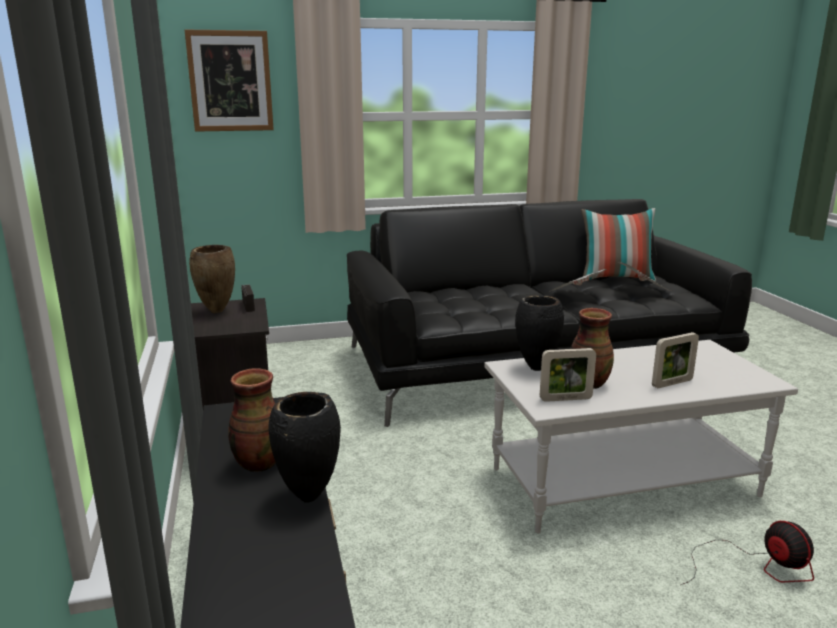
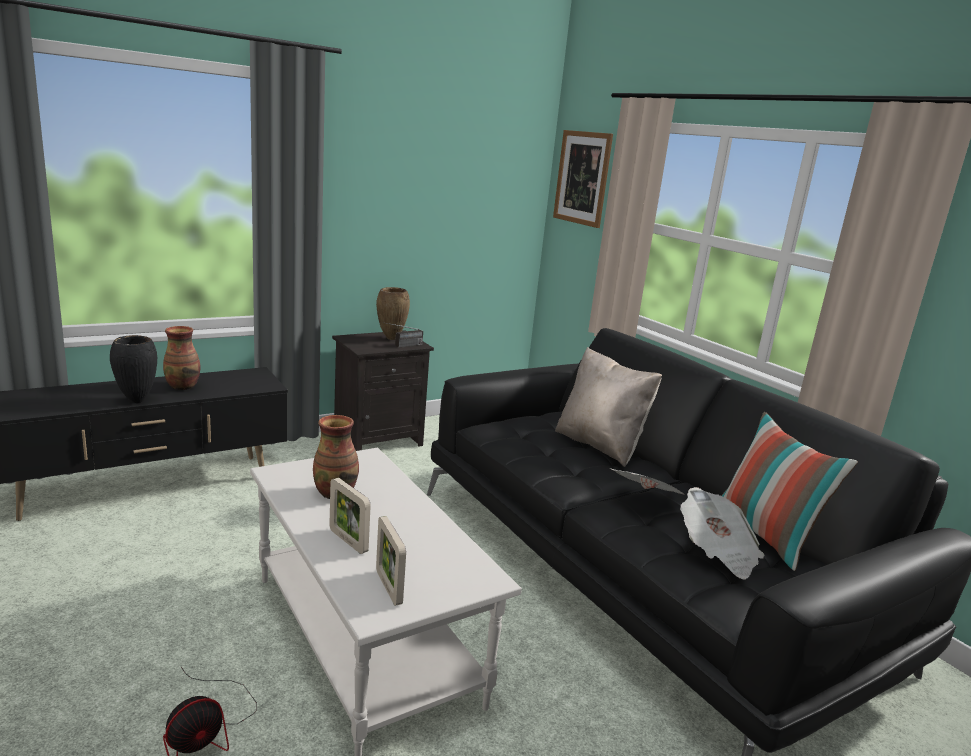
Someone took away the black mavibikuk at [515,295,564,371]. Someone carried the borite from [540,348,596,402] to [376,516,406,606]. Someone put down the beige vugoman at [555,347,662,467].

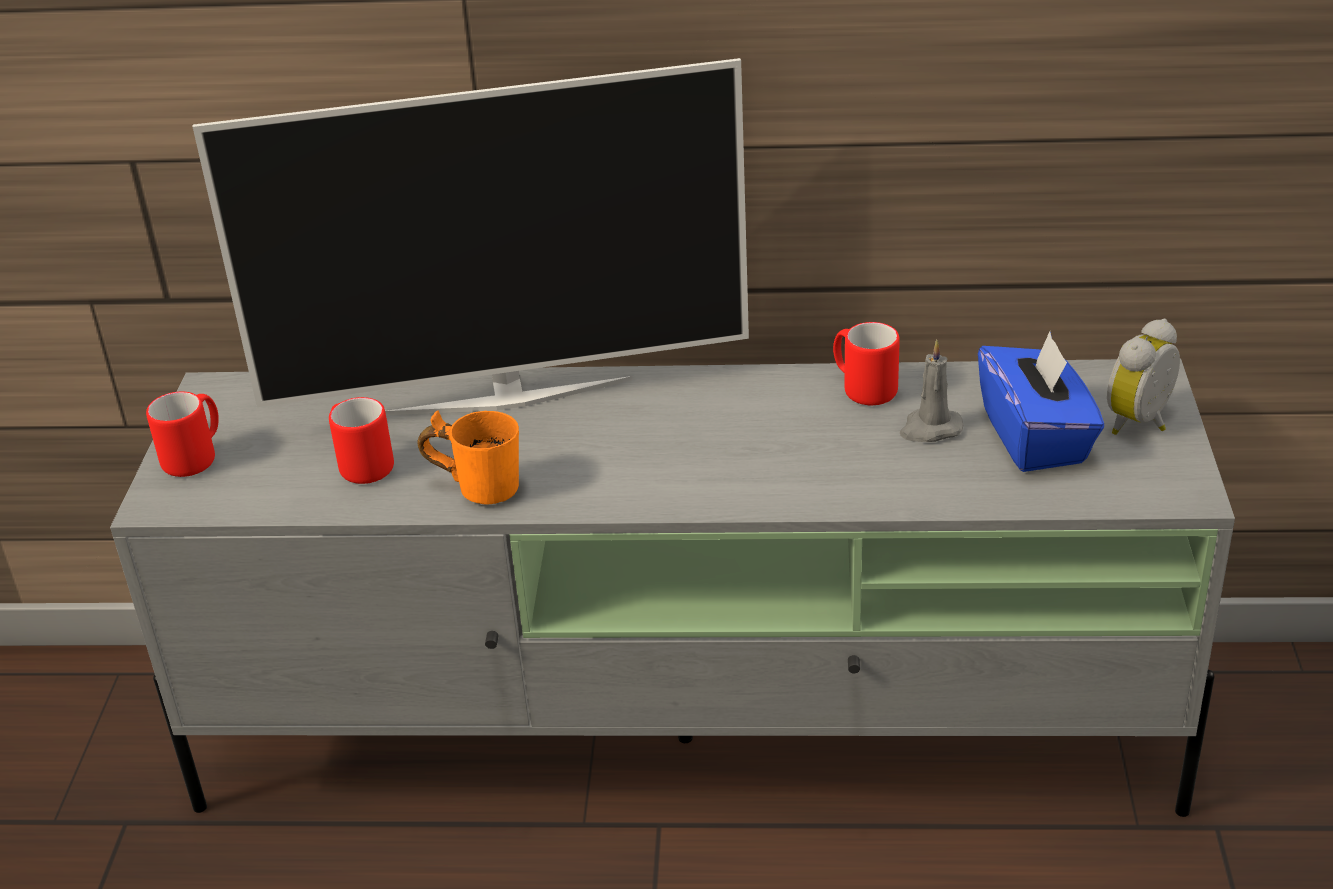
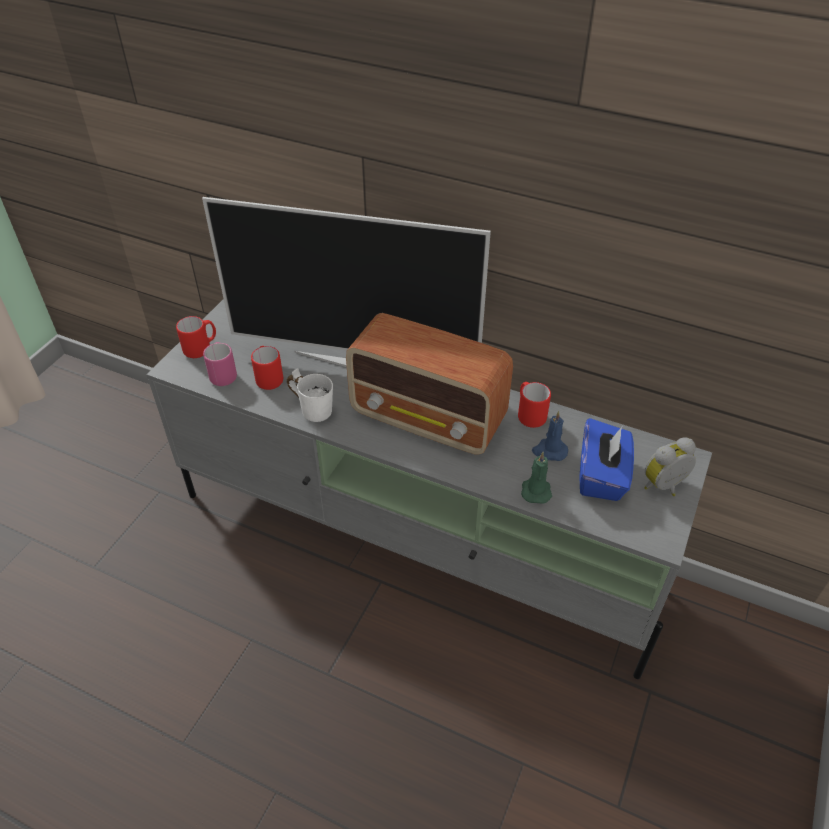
Someone repainted the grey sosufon at [900,340,963,442], which became the blue sosufon at [532,411,568,461]. Someone repainted the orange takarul at [417,410,519,504], which became the white takarul at [287,368,333,422]. Someone put down the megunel at [346,313,513,455]. Someone put down the pink takarul at [203,342,237,386]. Someone put down the green sosufon at [521,452,552,504].

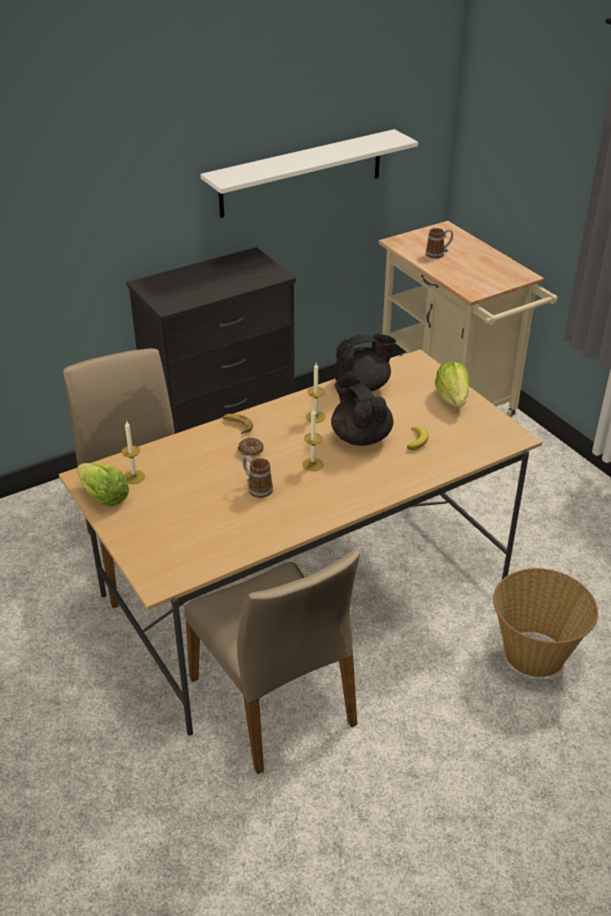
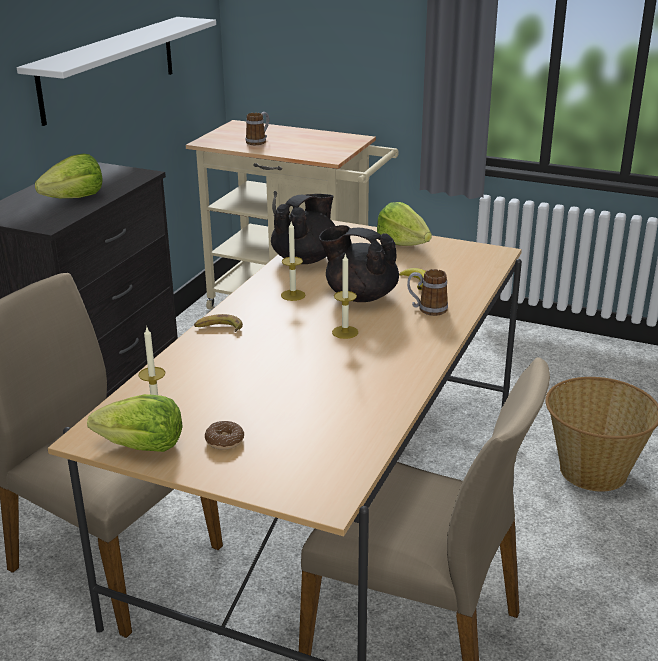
Someone carried the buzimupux from [238,437,264,457] to [205,421,244,450]. Someone carried the takarul from [242,456,273,498] to [407,269,448,316]. Someone put down the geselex at [35,154,103,198].

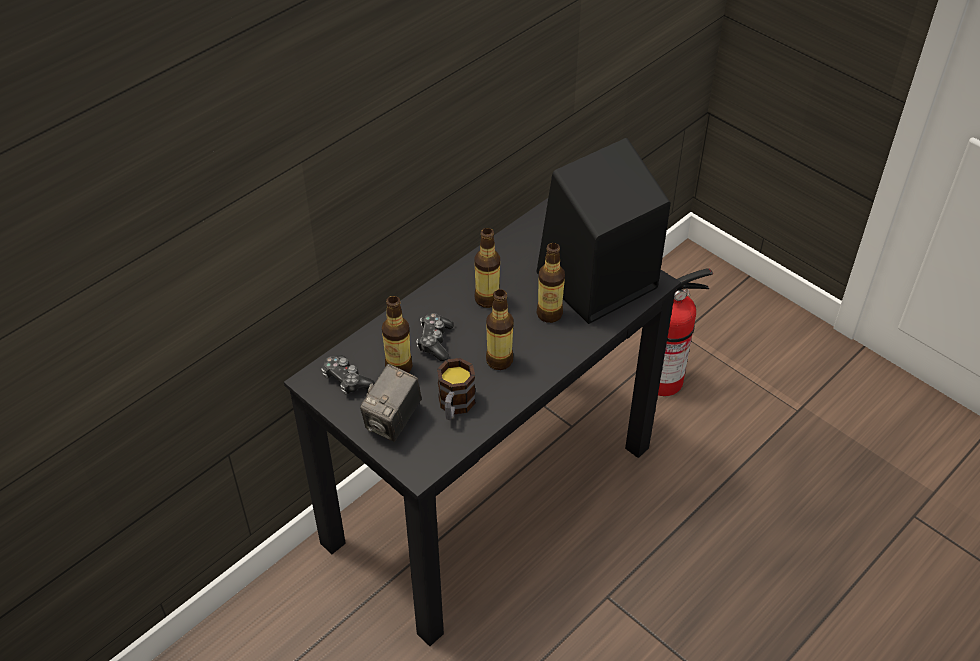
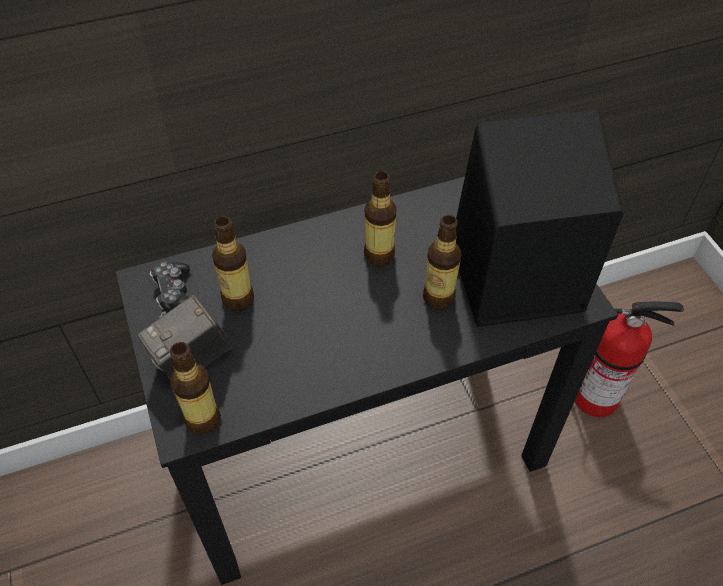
Someone carried the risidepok from [486,289,514,370] to [170,342,221,435]. Someone took away the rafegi at [416,313,454,361]. Someone took away the takarul at [437,358,476,420].

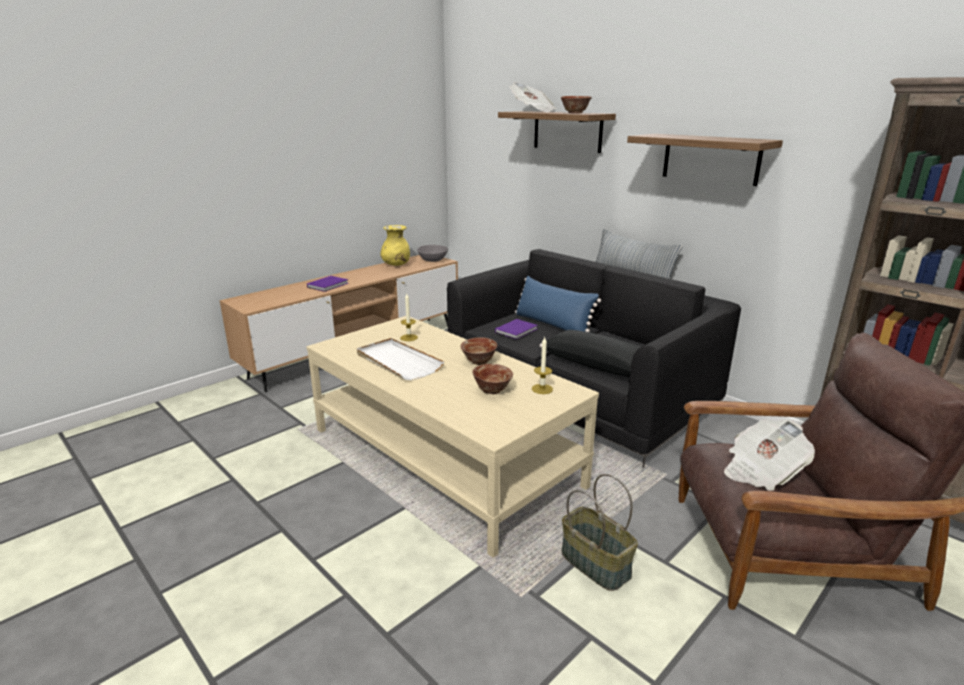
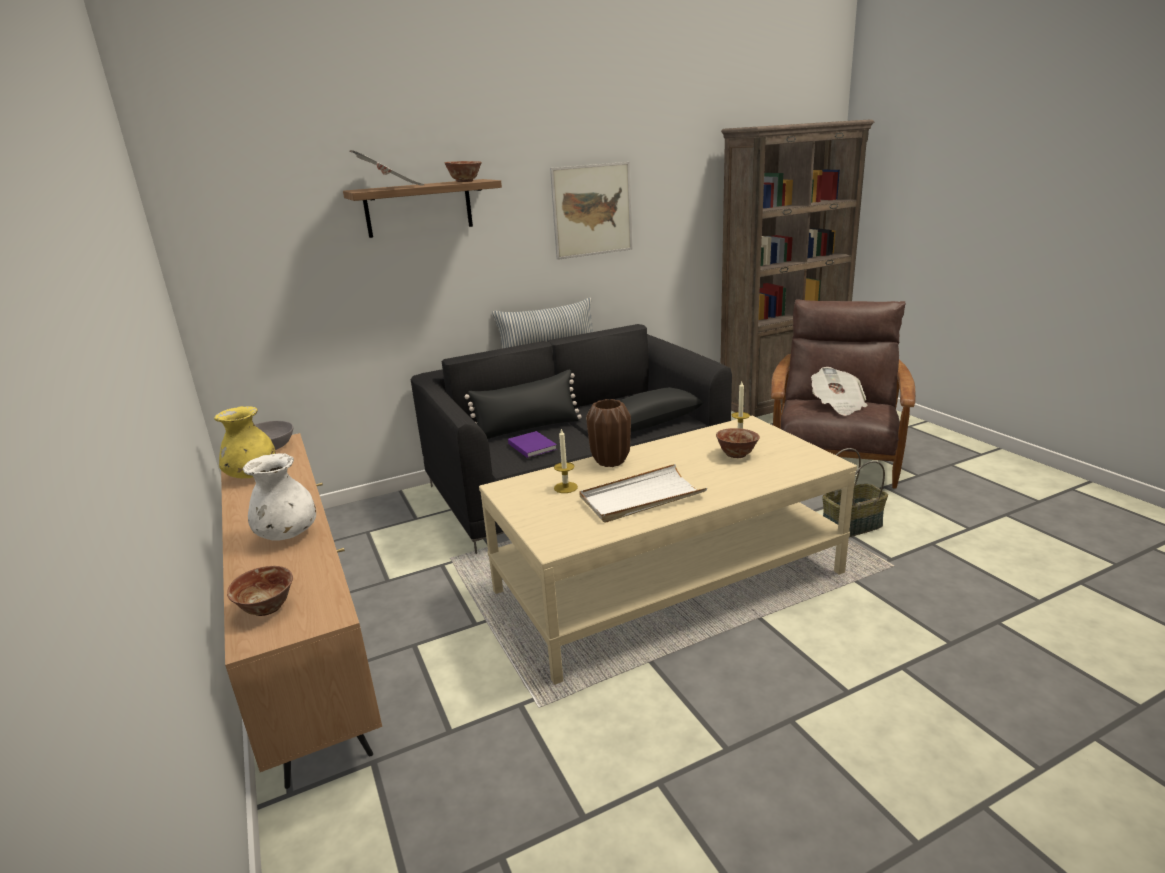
Someone swapped the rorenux at [627,134,783,186] for the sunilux at [550,162,632,260]. Someone swapped the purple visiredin at [307,276,348,292] for the white mavibikuk at [243,453,316,541]. Someone repainted the blue vugoman at [515,276,601,332], which became the black vugoman at [465,369,582,439]. Someone carried the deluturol from [461,337,497,365] to [227,566,293,616]. Someone put down the brown mavibikuk at [586,399,631,467].

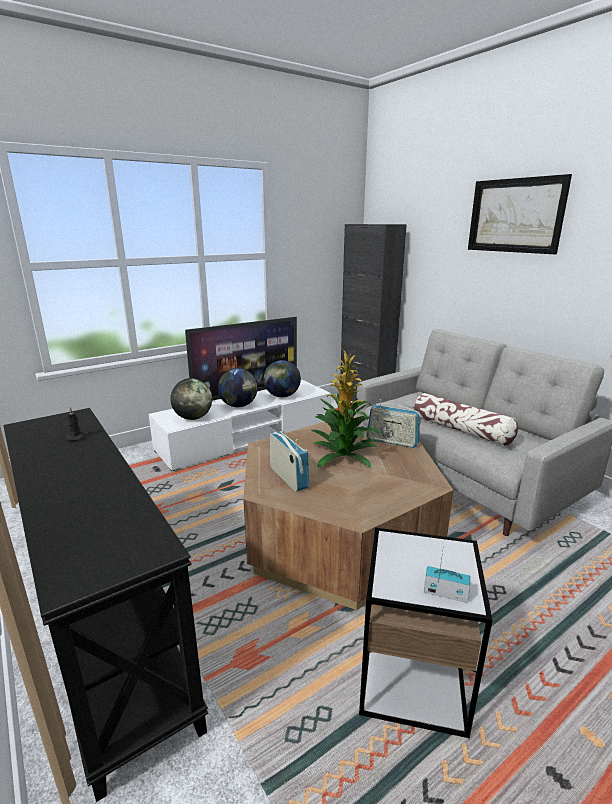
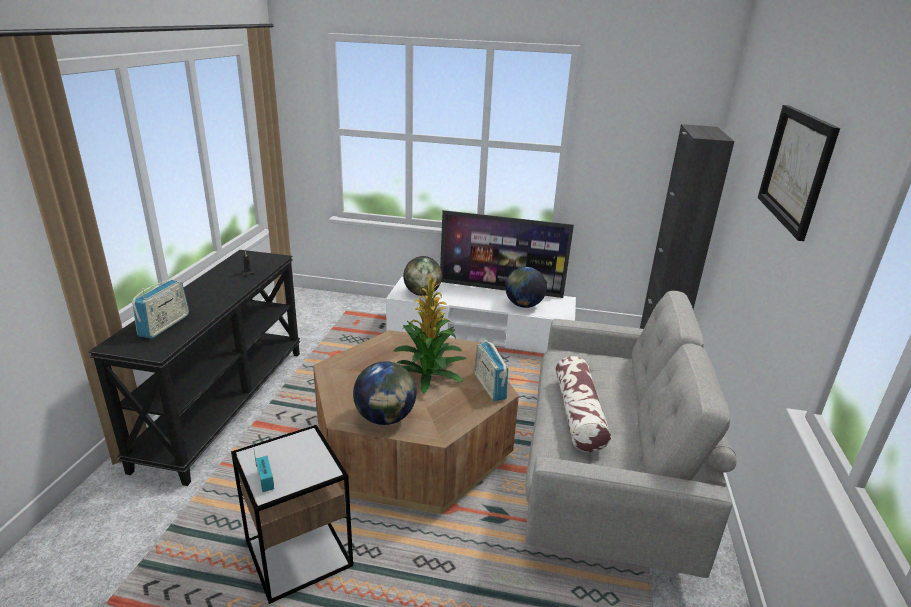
Someone carried the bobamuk from [218,368,258,407] to [353,361,416,425]. Someone carried the megunel from [270,431,309,492] to [132,280,189,339].

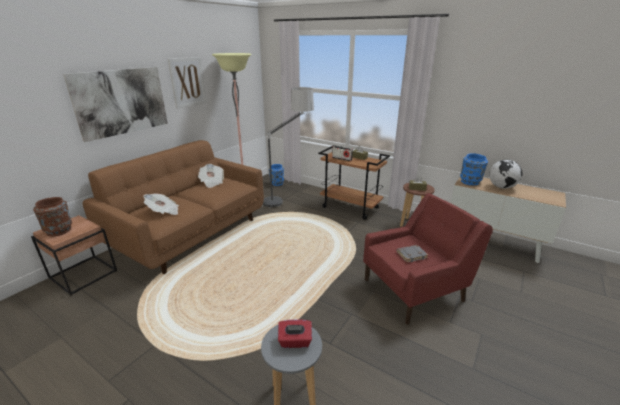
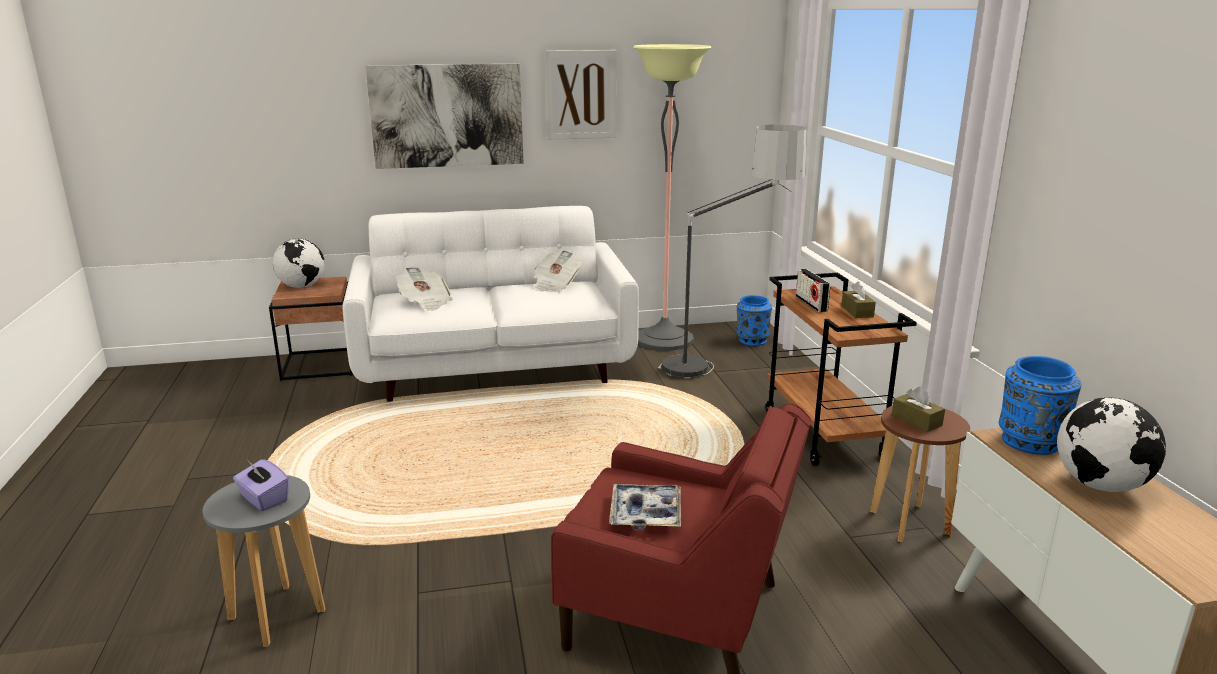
Someone repainted the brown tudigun at [83,140,264,274], which became the white tudigun at [342,206,639,402]. Someone swapped the brown mavibikuk at [33,197,72,236] for the bobamuk at [273,239,325,288]. Someone swapped the grey visiredin at [397,245,428,262] for the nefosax at [609,484,681,529]. Someone repainted the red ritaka at [278,319,312,348], which became the purple ritaka at [233,459,289,511].

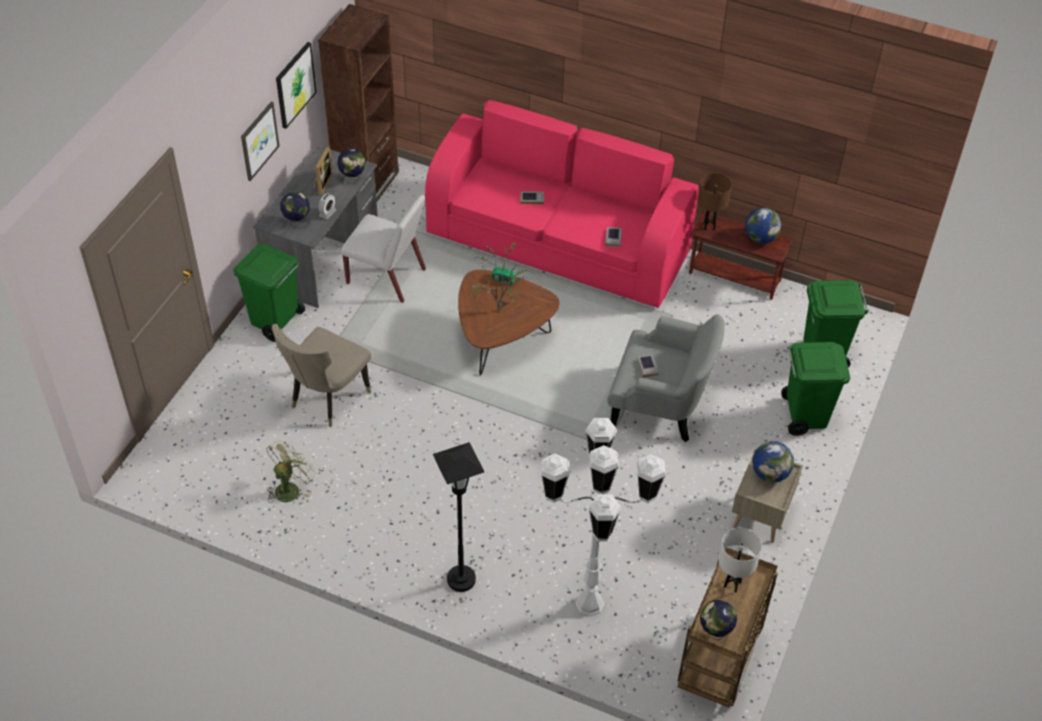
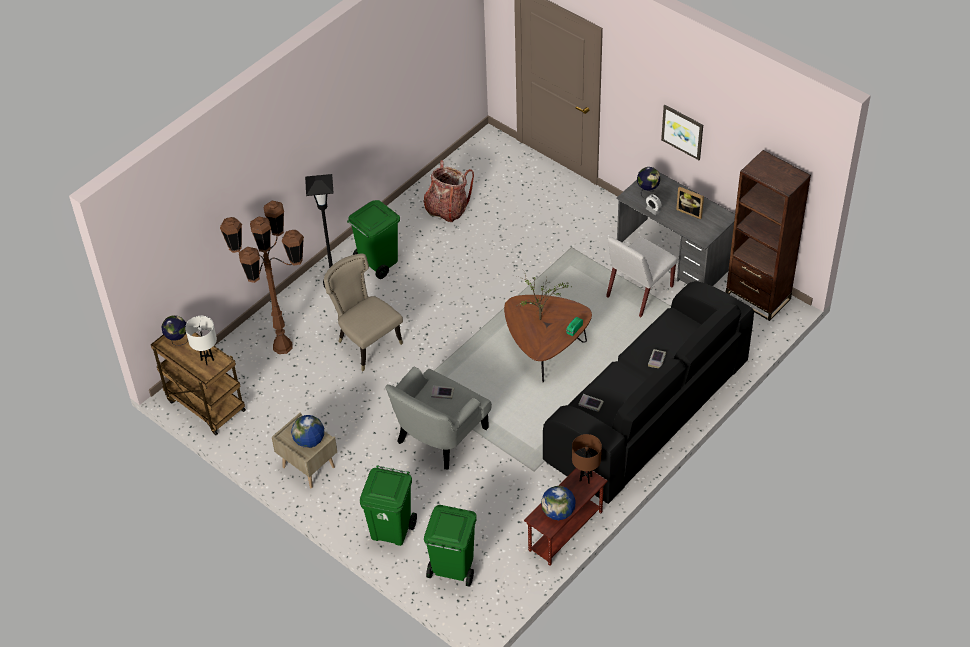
Someone took away the sunilux at [276,42,317,129]. Someone repainted the pink tudigun at [425,100,699,307], which became the black tudigun at [543,281,754,504]. Someone took away the bobamuk at [337,149,366,185]. Someone carried the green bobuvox from [233,244,305,342] to [347,200,400,279]. Someone carried the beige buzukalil from [272,324,371,427] to [324,254,403,371]. Someone repainted the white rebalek at [541,418,666,616], which became the brown rebalek at [220,201,304,354]. Someone swapped the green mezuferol at [266,439,316,503] for the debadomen at [423,160,474,222].

